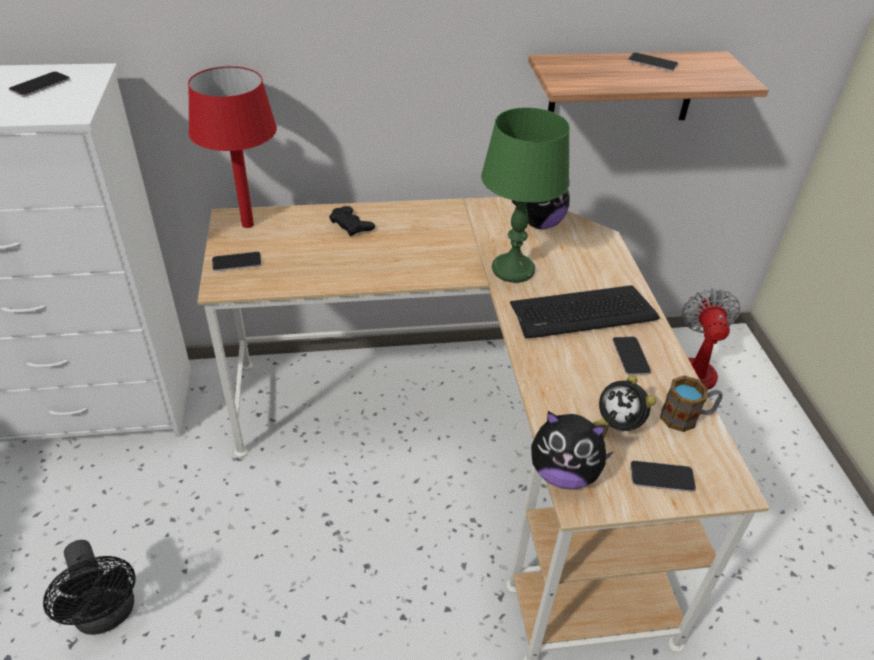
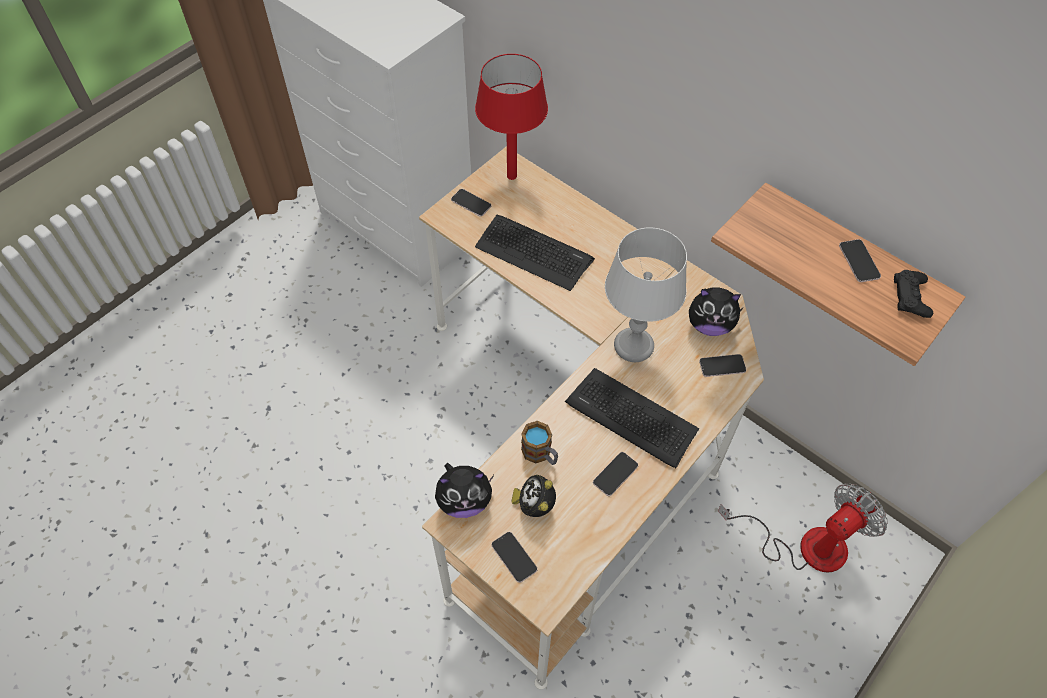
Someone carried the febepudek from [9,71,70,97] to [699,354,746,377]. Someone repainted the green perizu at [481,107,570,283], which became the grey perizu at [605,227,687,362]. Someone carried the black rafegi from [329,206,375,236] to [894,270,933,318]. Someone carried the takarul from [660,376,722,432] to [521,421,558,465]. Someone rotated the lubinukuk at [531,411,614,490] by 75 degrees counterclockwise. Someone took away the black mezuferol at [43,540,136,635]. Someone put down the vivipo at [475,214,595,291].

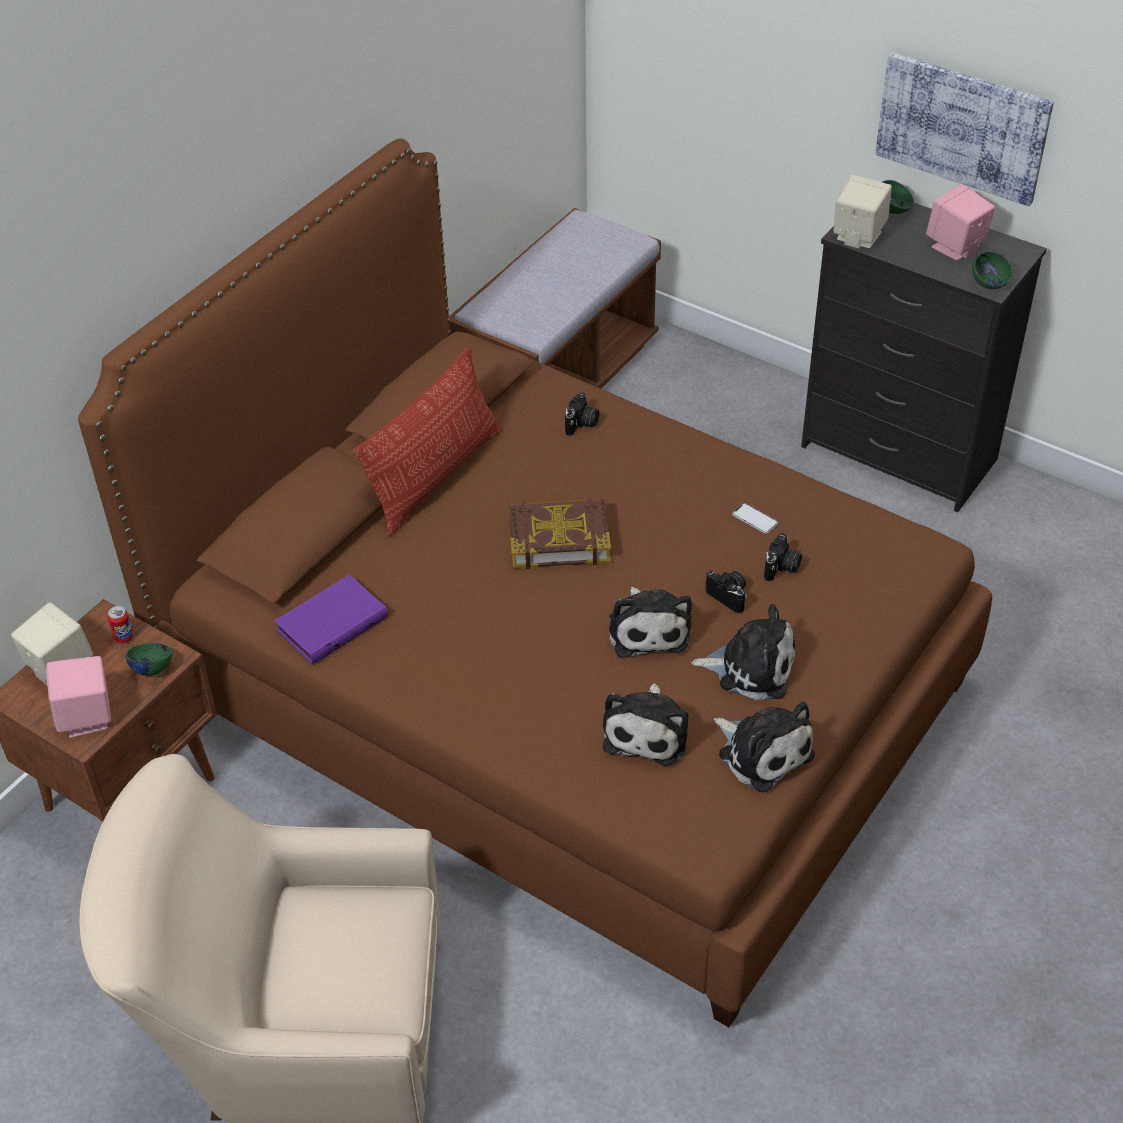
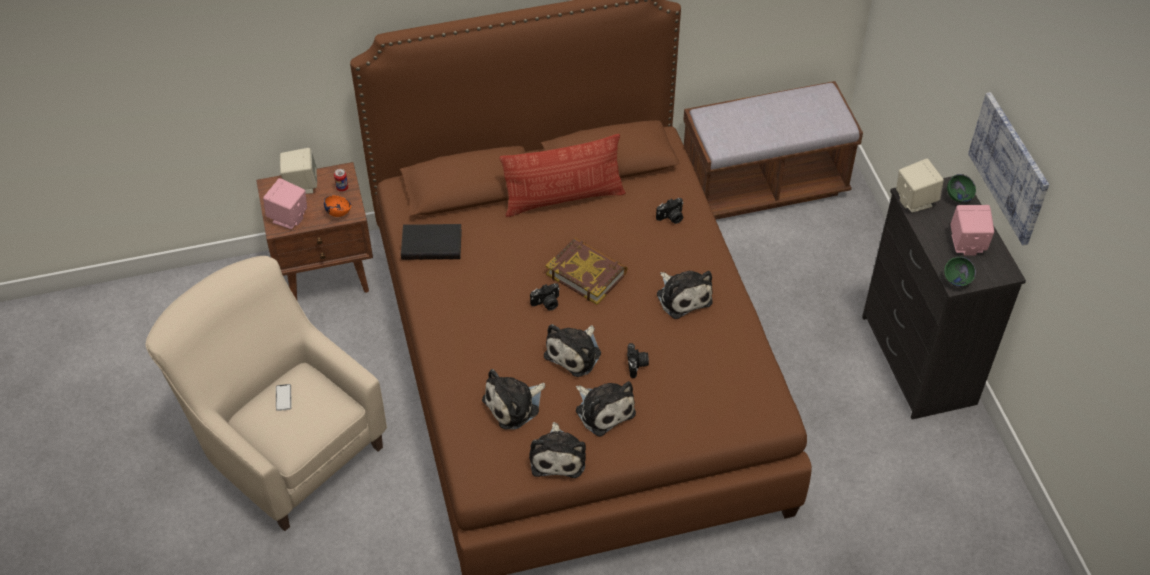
Someone carried the febepudek from [732,503,779,534] to [276,384,292,411]. Someone carried the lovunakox from [764,533,802,581] to [530,283,560,311]. Someone repainted the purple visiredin at [274,575,388,665], which became the black visiredin at [401,224,462,260]. Someone repainted the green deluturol at [125,643,172,676], which became the orange deluturol at [324,195,351,217]. Someone put down the lubinukuk at [657,271,713,319].

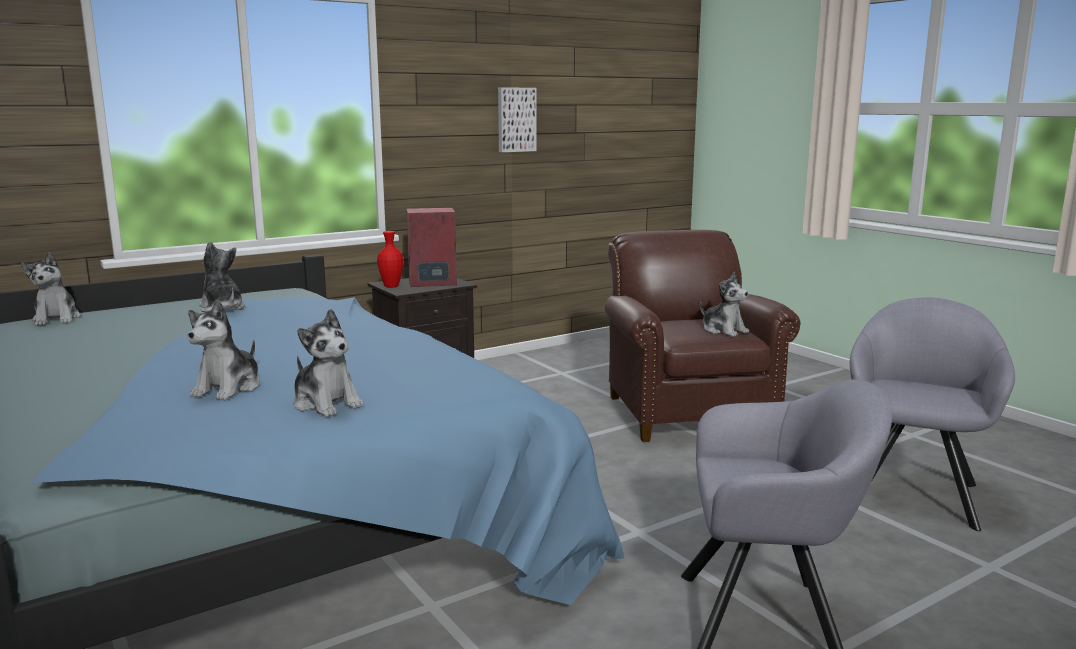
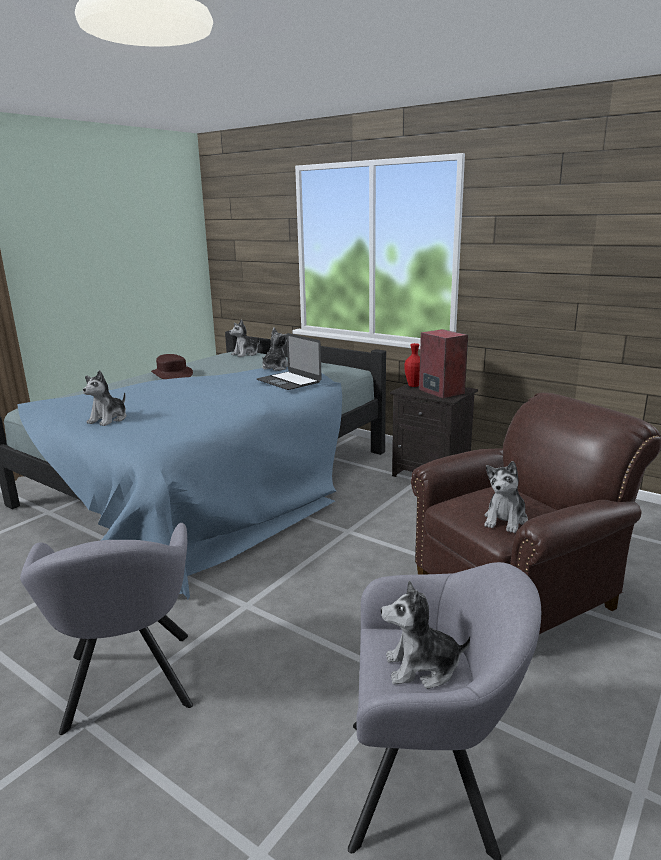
Someone took away the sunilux at [498,87,537,152]. Someone carried the lubinukuk from [187,300,260,400] to [381,581,470,689]. Someone put down the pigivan at [257,333,322,390]. Someone put down the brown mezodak at [151,354,193,379].

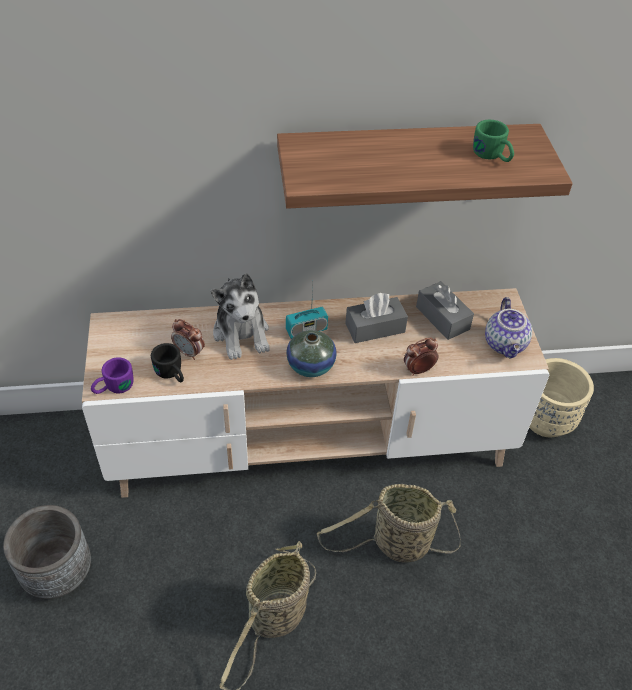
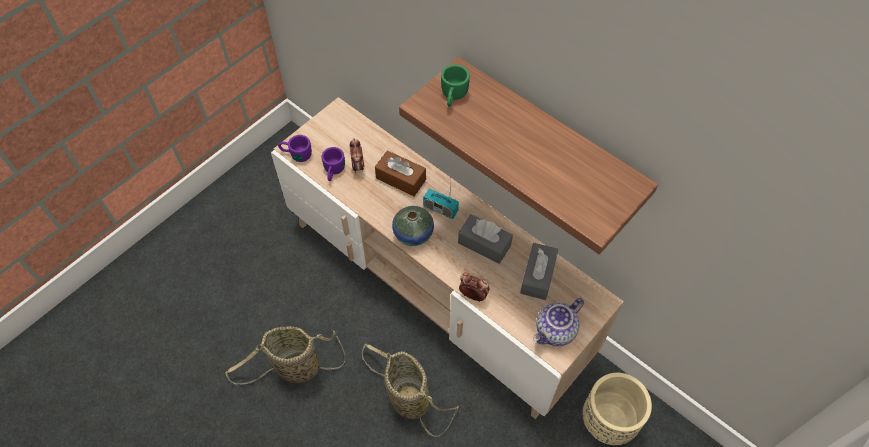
Someone carried the green takarul from [473,120,514,162] to [441,64,470,107]. Someone swapped the lubinukuk at [211,273,269,360] for the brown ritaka at [375,151,426,196]. Someone repainted the black takarul at [151,343,184,382], which became the purple takarul at [321,147,345,181]. Someone took away the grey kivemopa at [3,505,91,599].

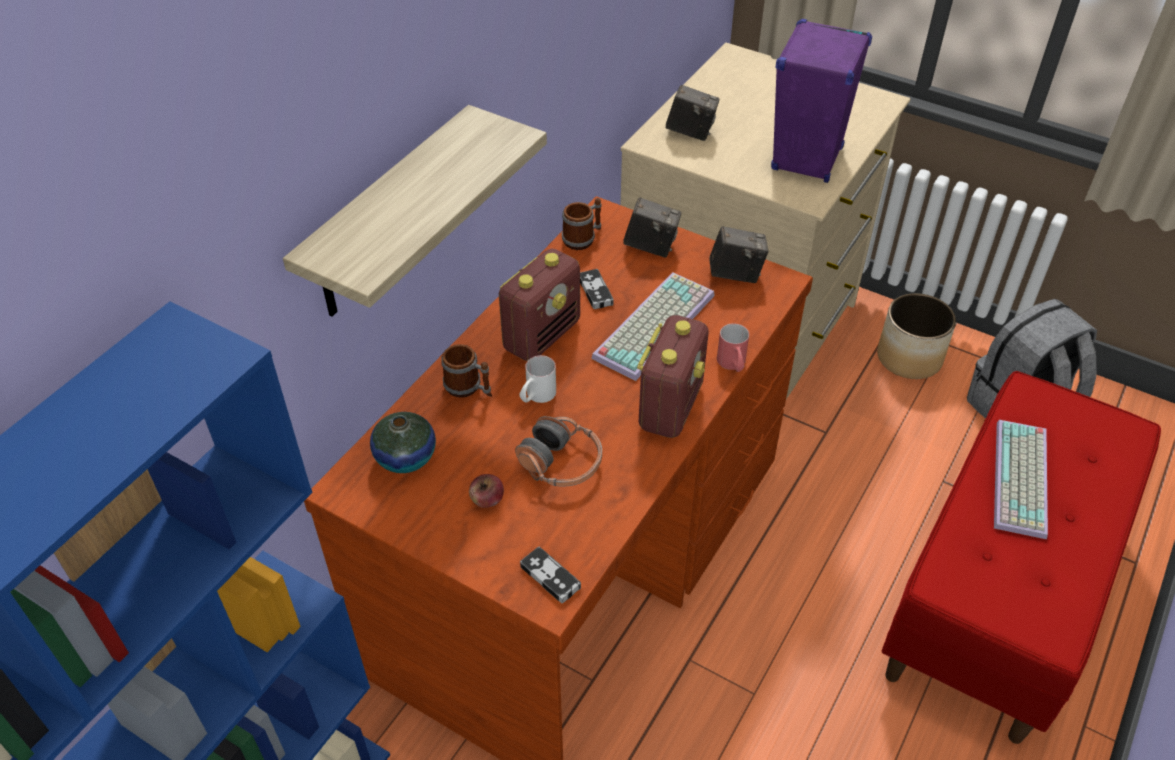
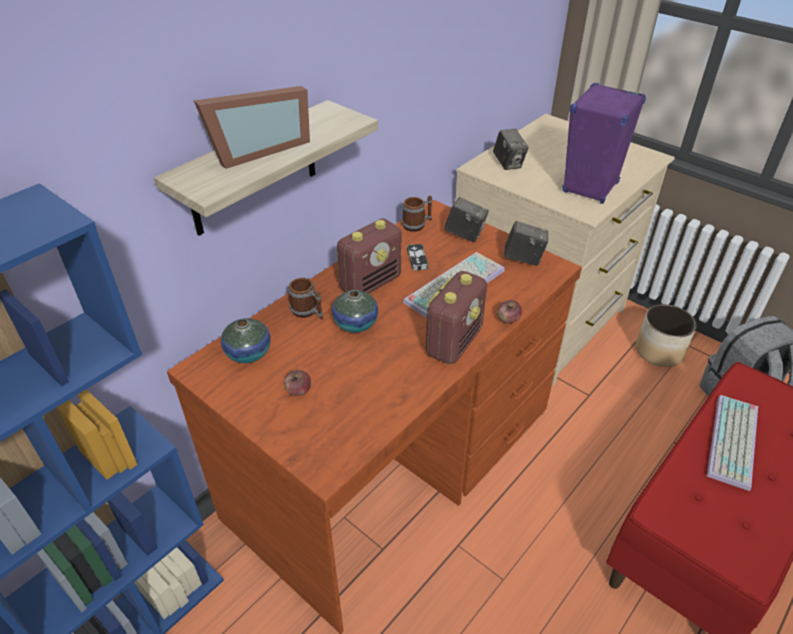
Someone rotated the lovunakox at [666,85,719,141] by 45 degrees clockwise. Someone swapped the red takarul at [717,323,749,372] for the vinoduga at [497,300,522,323]. Someone swapped the white takarul at [519,355,556,403] for the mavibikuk at [332,290,378,333]. Someone took away the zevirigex at [515,416,602,487]. Someone took away the rafegi at [520,547,581,603]. Someone put down the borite at [194,86,310,169].

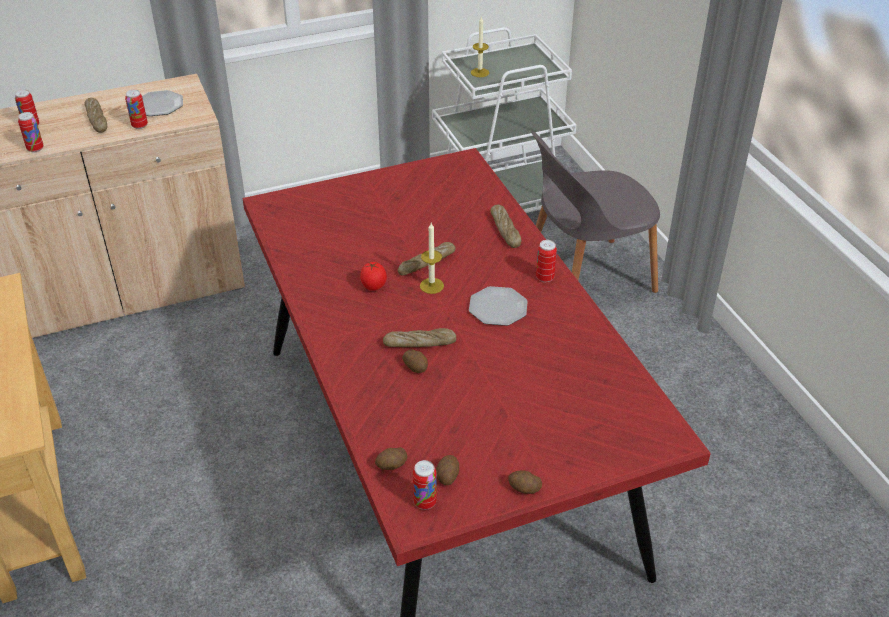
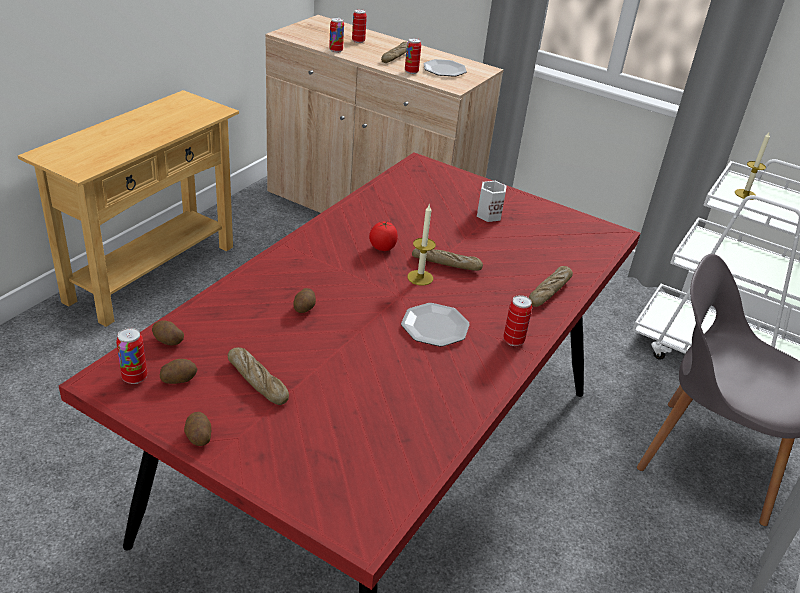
Someone carried the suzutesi from [383,328,456,347] to [228,347,289,405]. Someone put down the white takarul at [477,181,507,222].

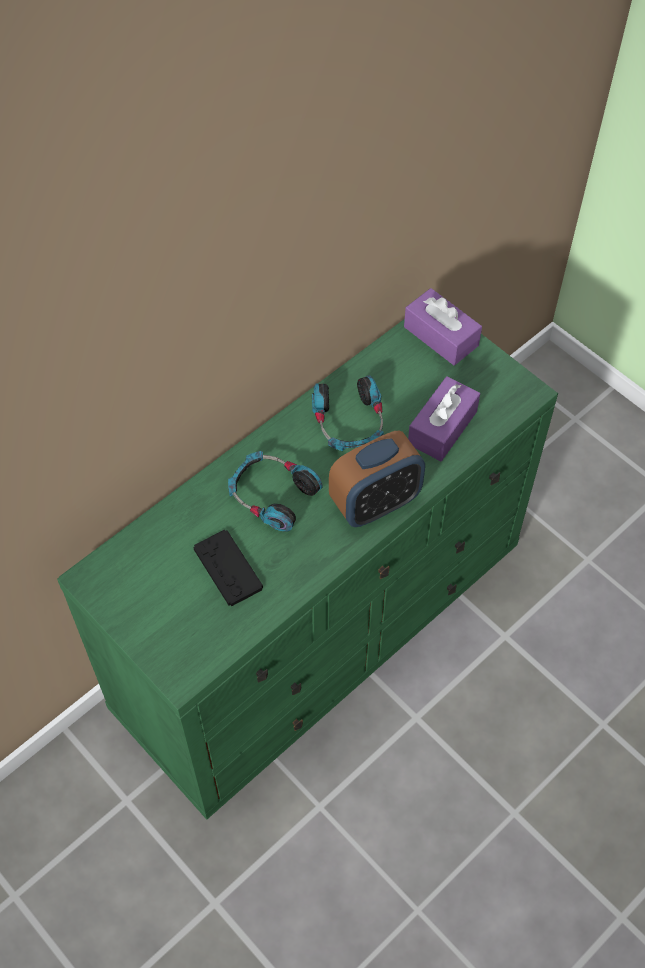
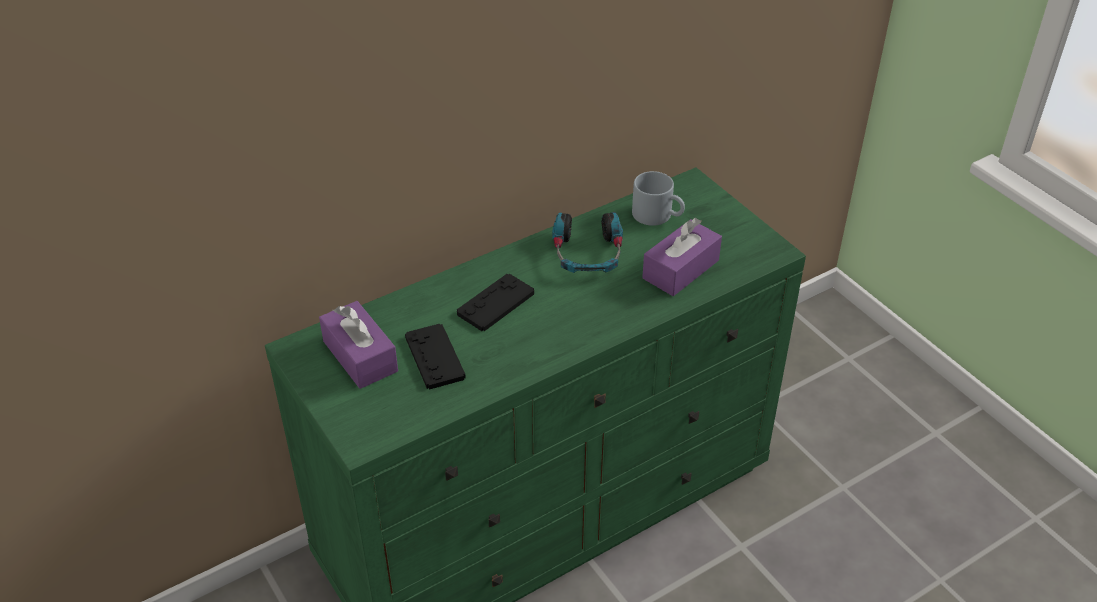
Someone carried the purple ritaka from [404,288,482,365] to [319,301,398,389]. Someone took away the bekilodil at [329,431,425,527]. Someone swapped the zevirigex at [228,451,322,531] for the black rafegi at [457,274,534,331]. Someone put down the grey takarul at [632,171,685,226].

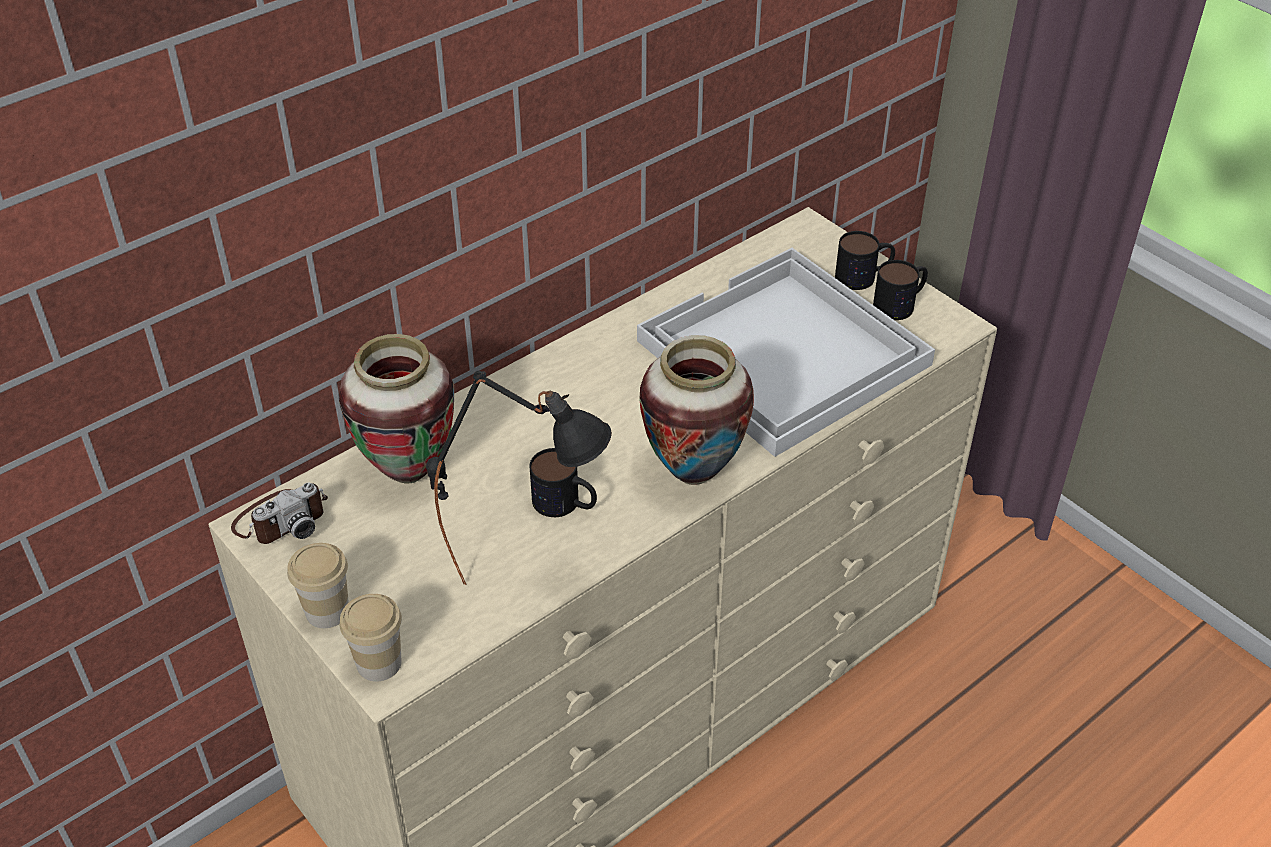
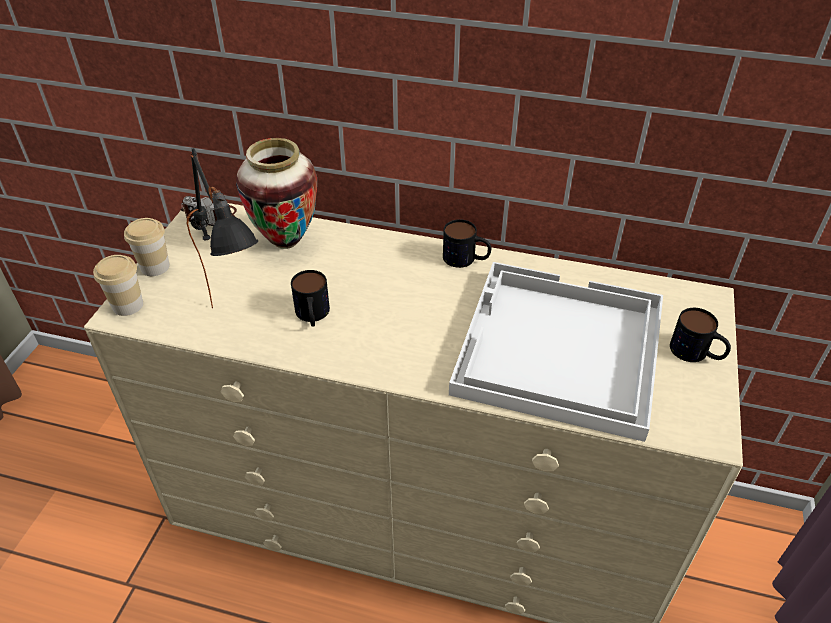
Someone carried the takarul from [873,260,928,320] to [443,219,491,268]. Someone took away the mavibikuk at [639,335,754,485].

